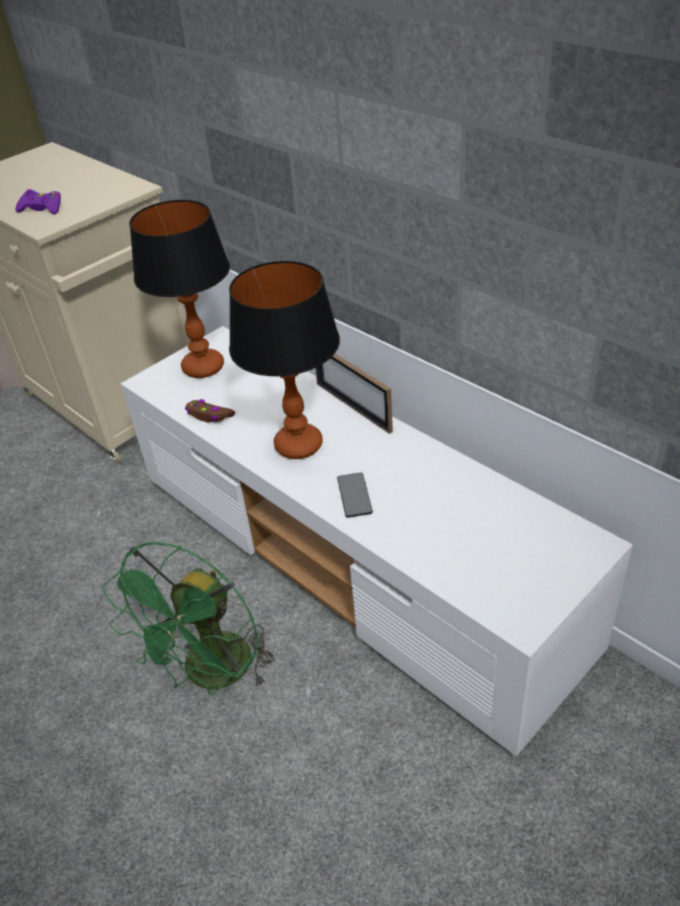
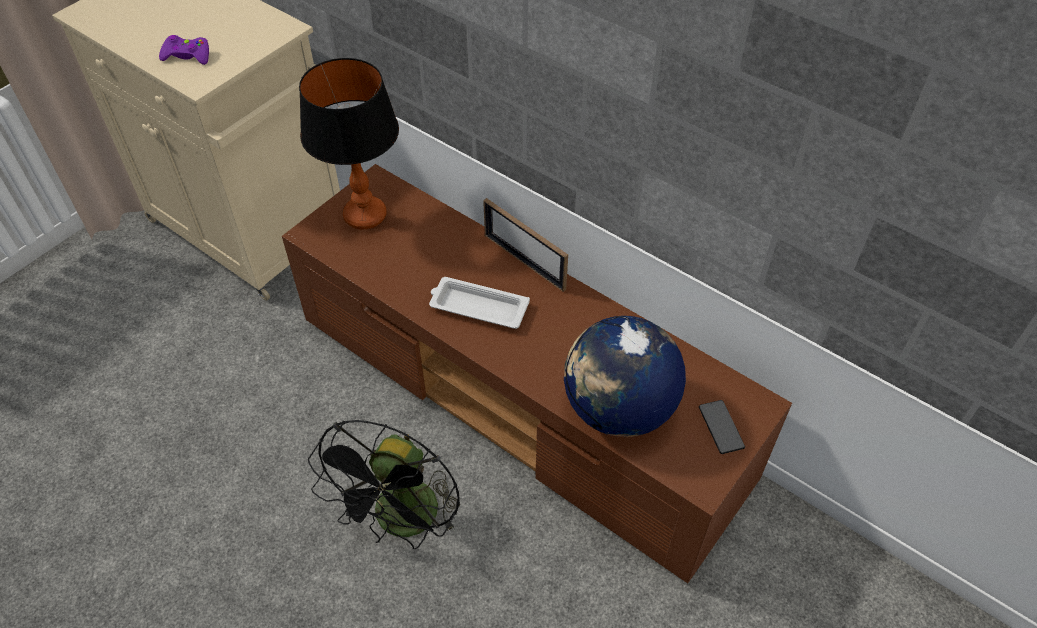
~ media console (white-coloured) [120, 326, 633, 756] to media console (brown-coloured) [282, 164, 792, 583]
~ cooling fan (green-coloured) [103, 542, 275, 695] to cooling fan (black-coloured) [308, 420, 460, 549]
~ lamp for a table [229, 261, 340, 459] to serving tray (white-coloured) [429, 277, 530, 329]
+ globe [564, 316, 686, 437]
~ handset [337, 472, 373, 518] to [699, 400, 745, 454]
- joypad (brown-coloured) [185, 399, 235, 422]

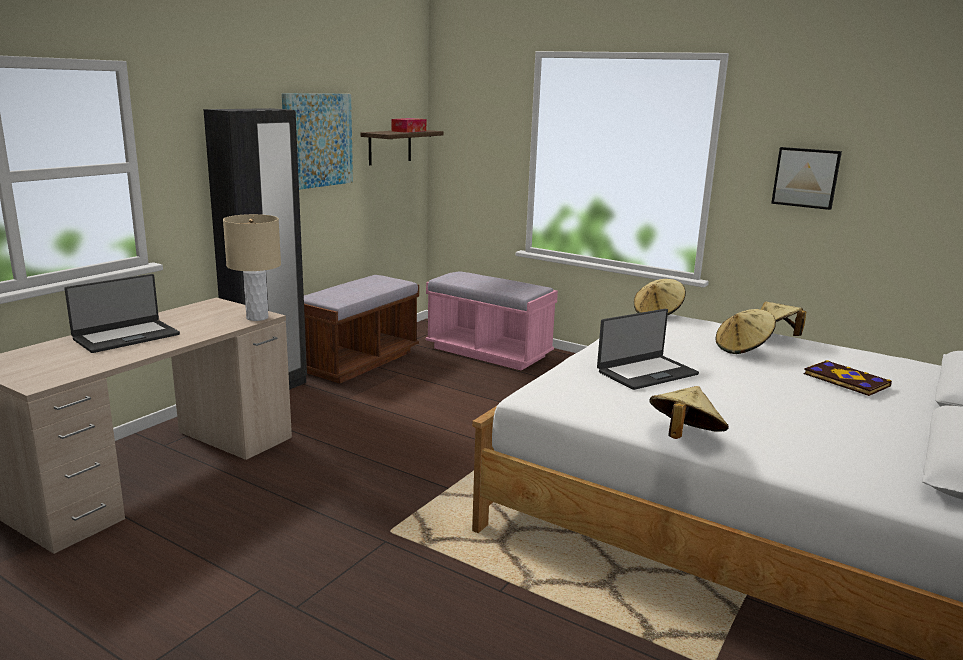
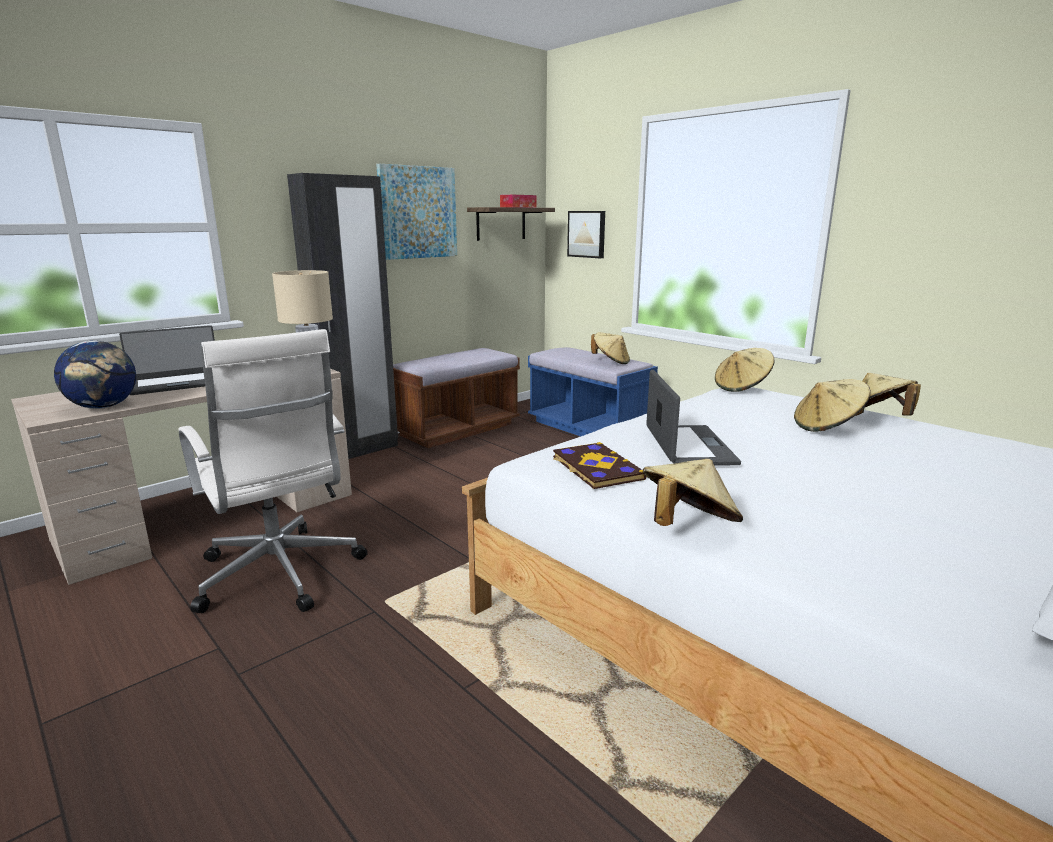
+ globe [54, 341, 136, 409]
+ desk chair (white-coloured) [178, 329, 368, 613]
~ long seat (pink-coloured) [426, 271, 558, 371] to long seat (blue) [528, 347, 658, 436]
~ bound book [804, 360, 892, 396] to [553, 442, 647, 489]
~ picture [771, 147, 842, 210] to [567, 211, 605, 258]
+ wearable hat (beige-coloured) [591, 332, 630, 364]
~ notebook computer [597, 309, 699, 390] = [646, 370, 741, 466] 75 degrees counterclockwise

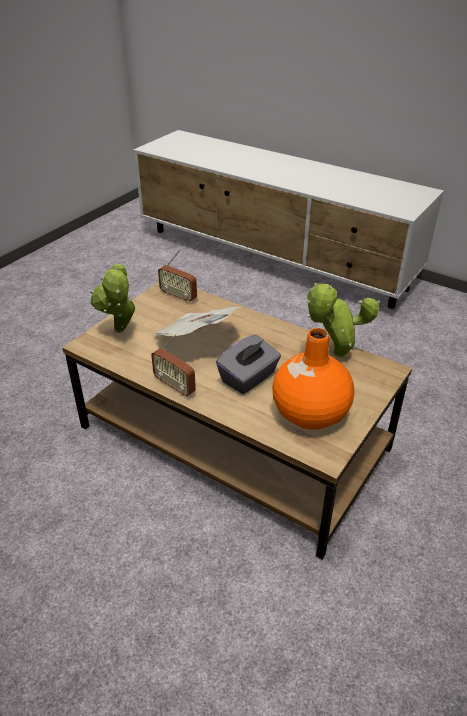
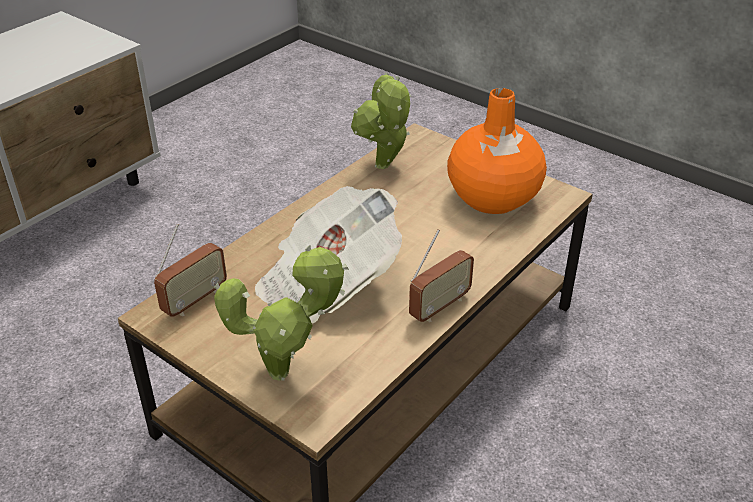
- box of tissues (gray) [216, 335, 281, 394]

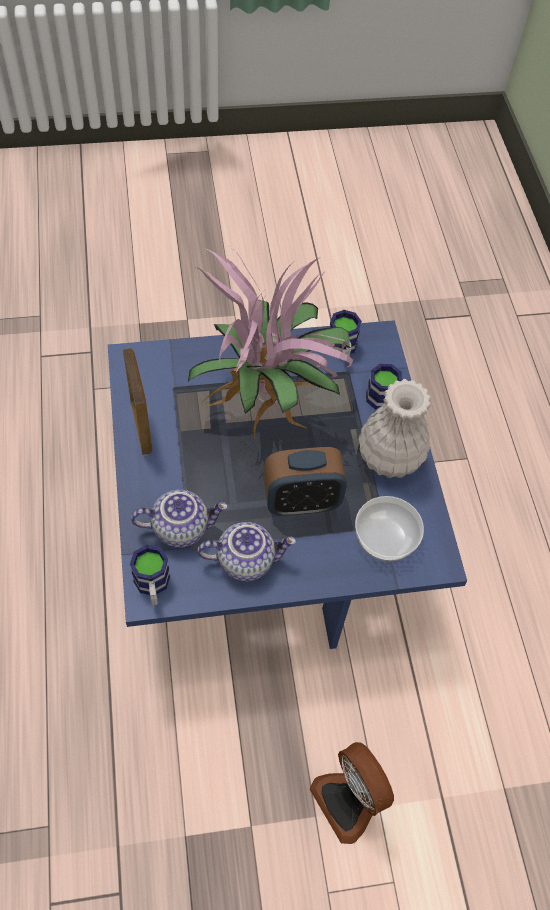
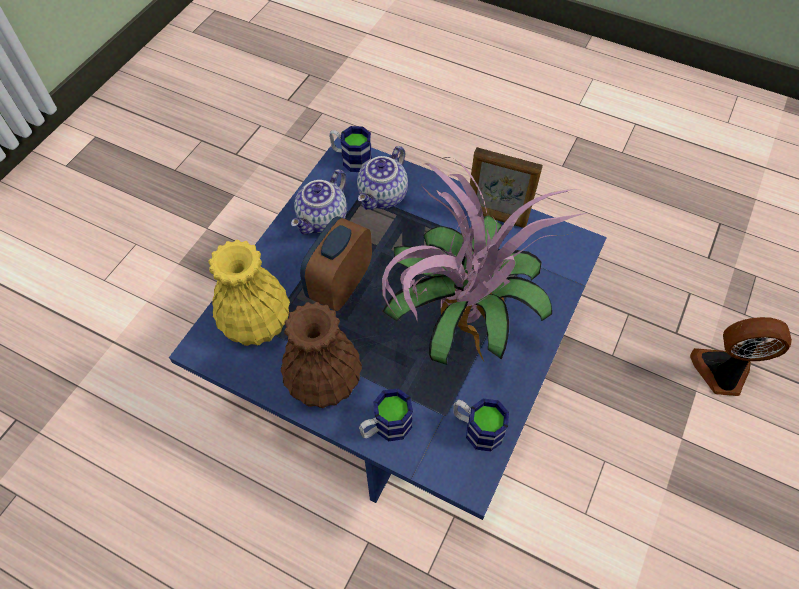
~ bowl [355, 496, 424, 561] to vase (yellow) [208, 240, 290, 346]
~ vase (white-coloured) [358, 379, 431, 478] to vase (brown-coloured) [281, 302, 362, 408]
~ cooling fan [310, 742, 394, 844] to [690, 317, 792, 396]

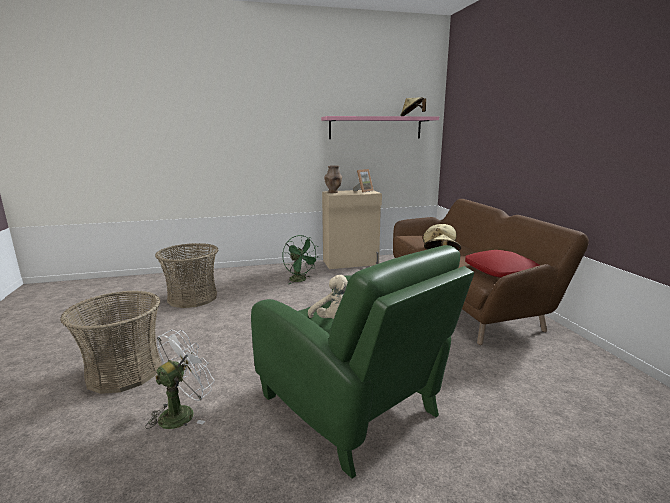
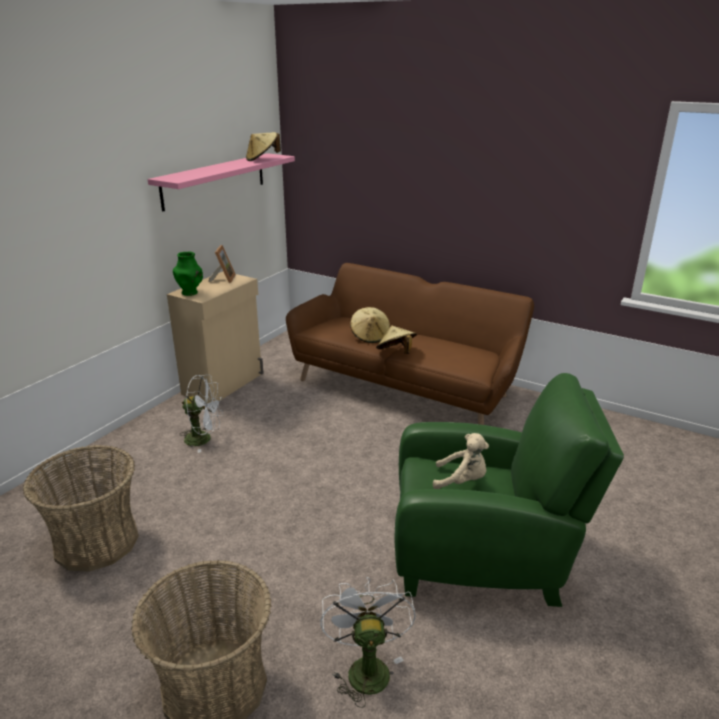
~ vase (brown-coloured) [324, 165, 342, 193] to vase (green-coloured) [173, 252, 203, 296]
~ cooling fan (green-coloured) [283, 235, 319, 284] to cooling fan (white-coloured) [180, 375, 223, 453]
- cushion (red-coloured) [465, 250, 540, 278]

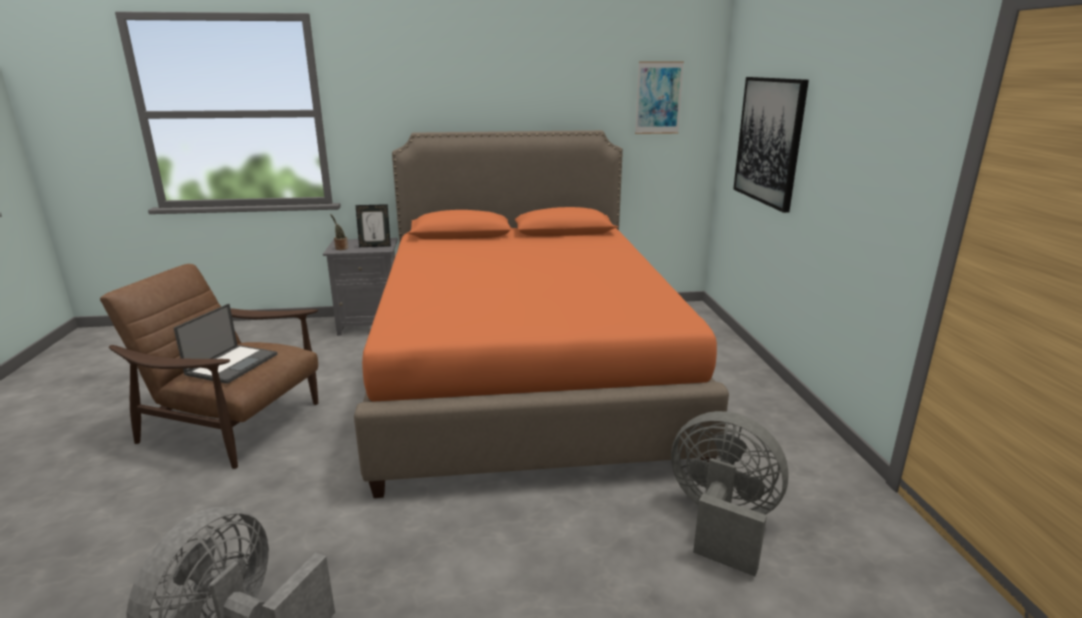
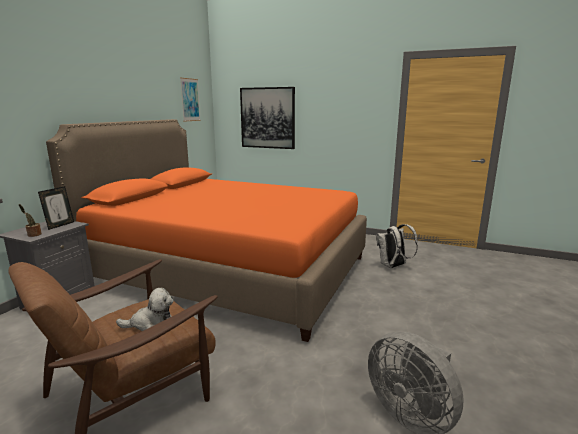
~ notebook computer [174, 304, 277, 384] to soft toy [116, 288, 174, 331]
~ cooling fan (gray) [671, 411, 789, 576] to backpack (white-coloured) [376, 224, 418, 268]

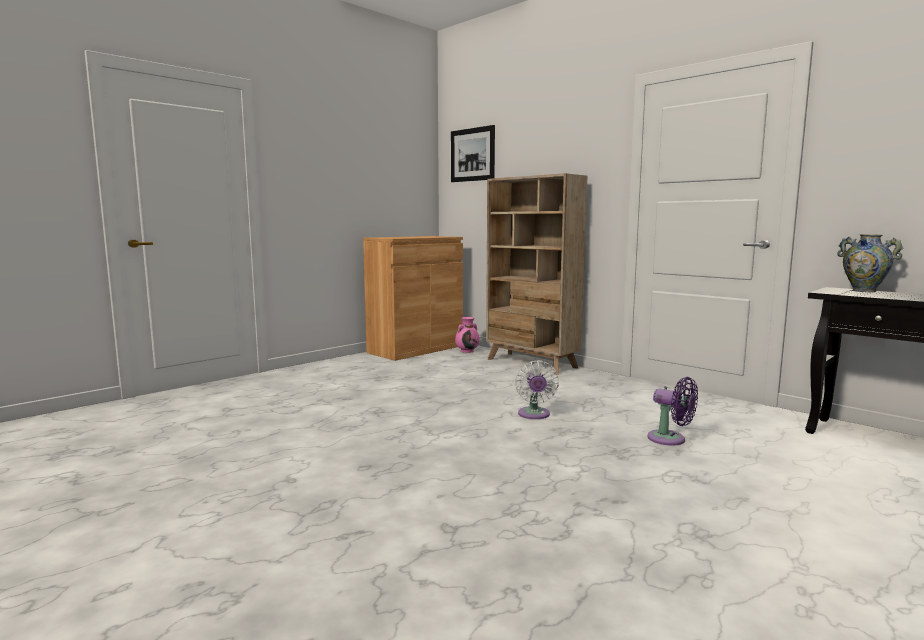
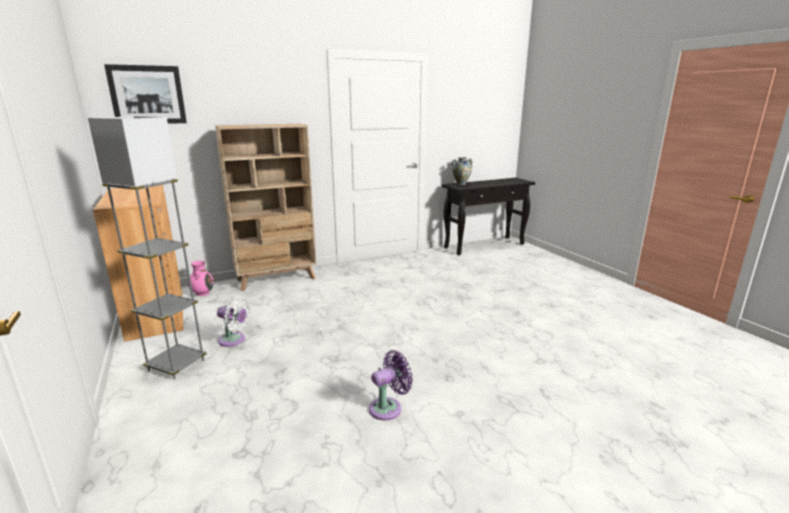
+ floor lamp (gray) [88, 116, 207, 380]
~ cooling fan (white-coloured) [515, 360, 559, 419] to [217, 297, 251, 347]
~ cooling fan (purplish) [647, 377, 698, 446] to [369, 350, 413, 420]

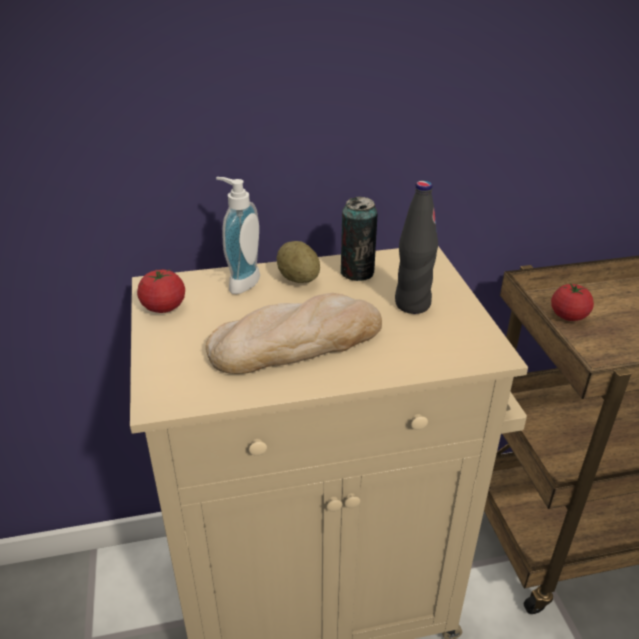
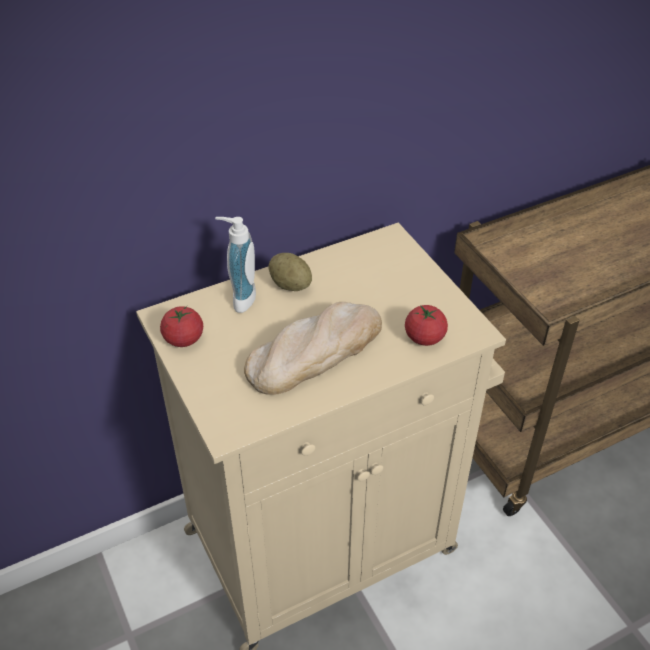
~ whole tomato [551, 282, 594, 321] to [405, 305, 448, 346]
- sealed can [341, 196, 378, 281]
- beverage bottle (black-coloured) [395, 181, 438, 314]

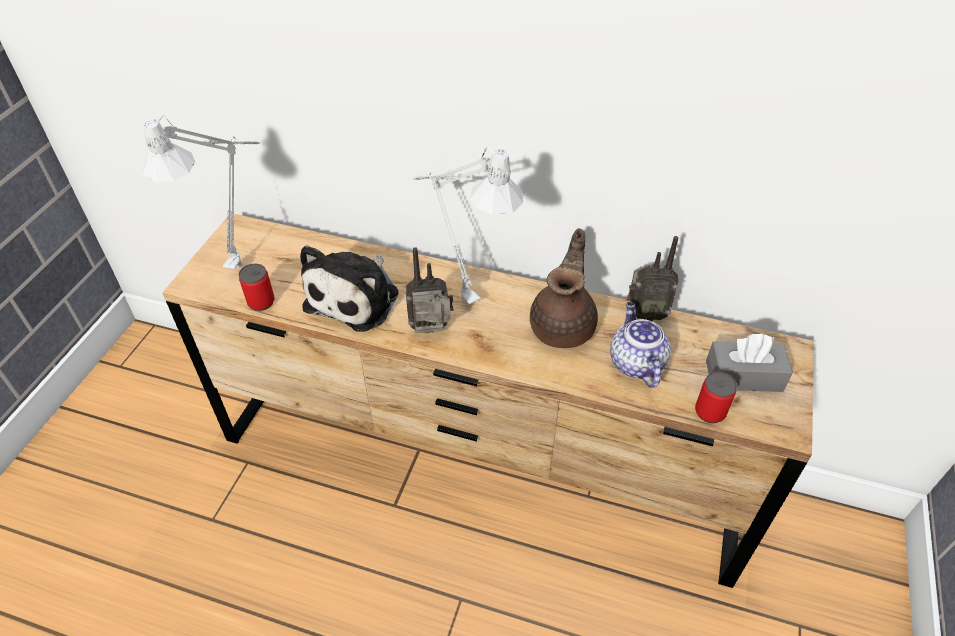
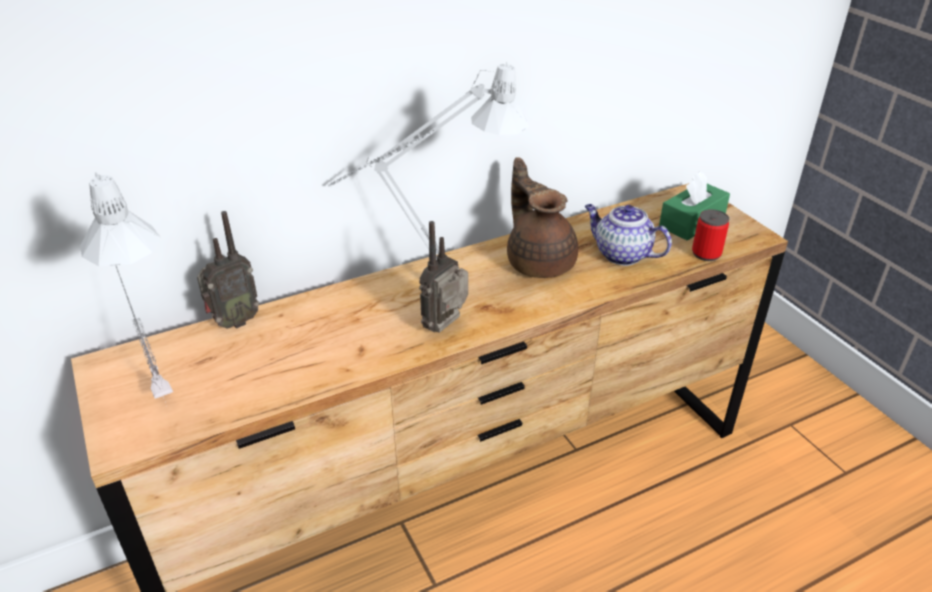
~ radio [627, 236, 678, 321] to [197, 211, 260, 329]
~ box of tissues (gray) [706, 334, 793, 392] to box of tissues (green-coloured) [659, 171, 730, 241]
- sealed can [239, 264, 274, 311]
- soft toy [300, 245, 399, 332]

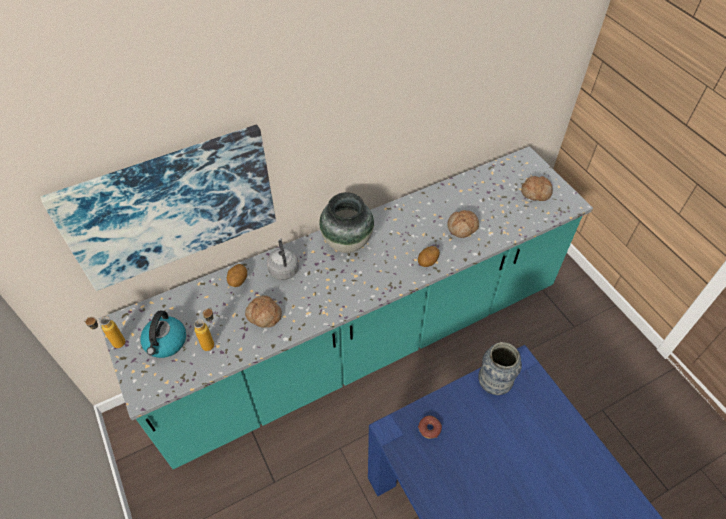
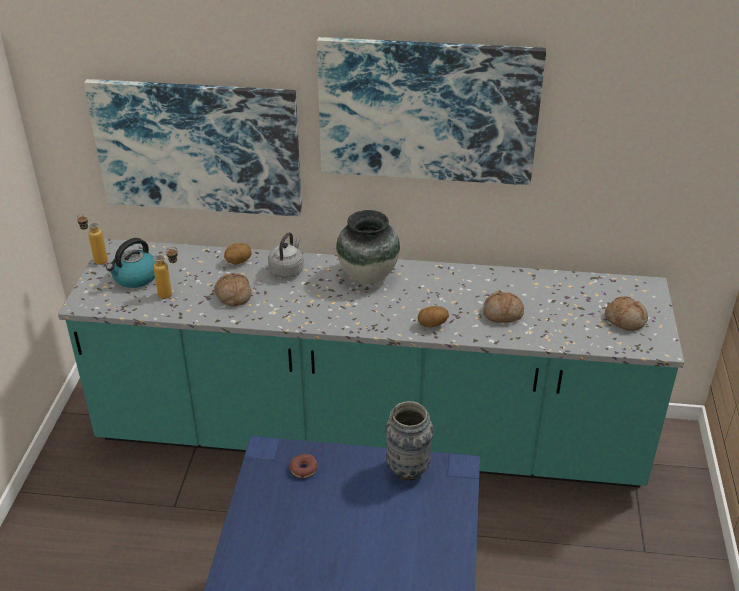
+ picture [317, 37, 546, 185]

